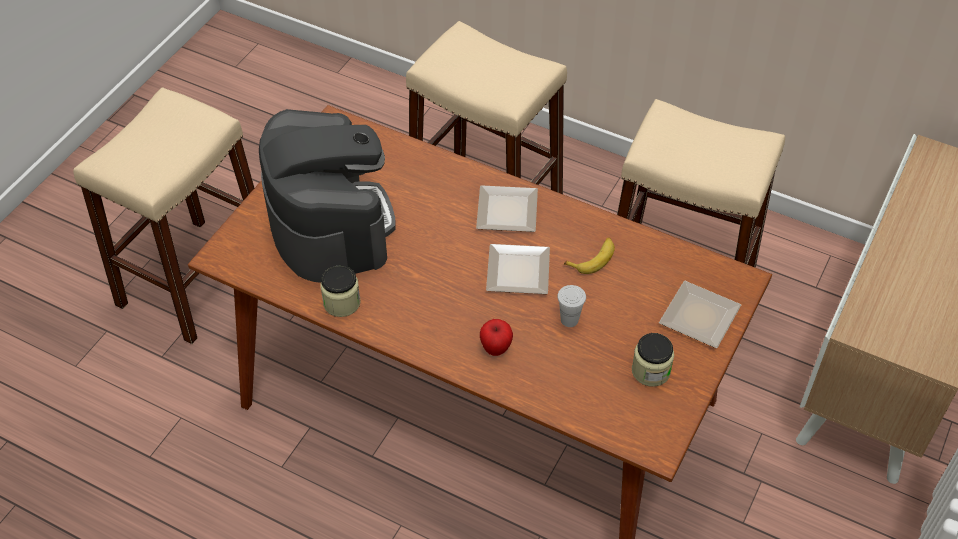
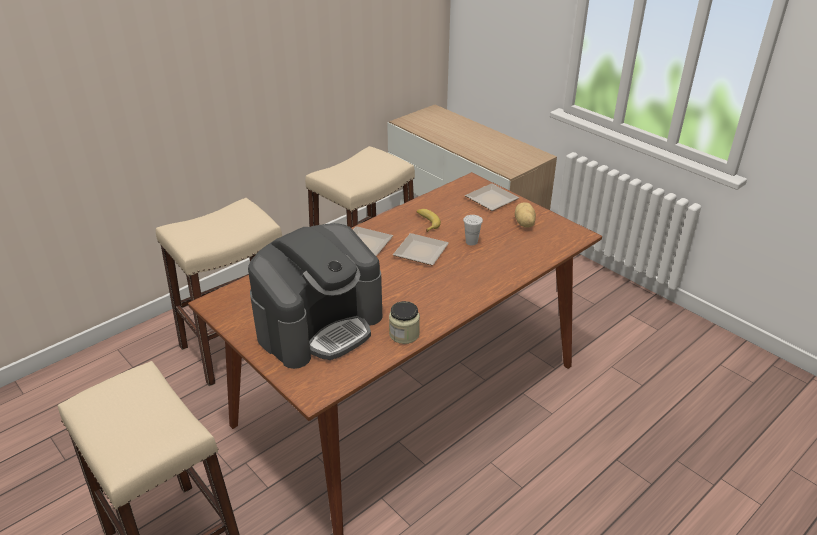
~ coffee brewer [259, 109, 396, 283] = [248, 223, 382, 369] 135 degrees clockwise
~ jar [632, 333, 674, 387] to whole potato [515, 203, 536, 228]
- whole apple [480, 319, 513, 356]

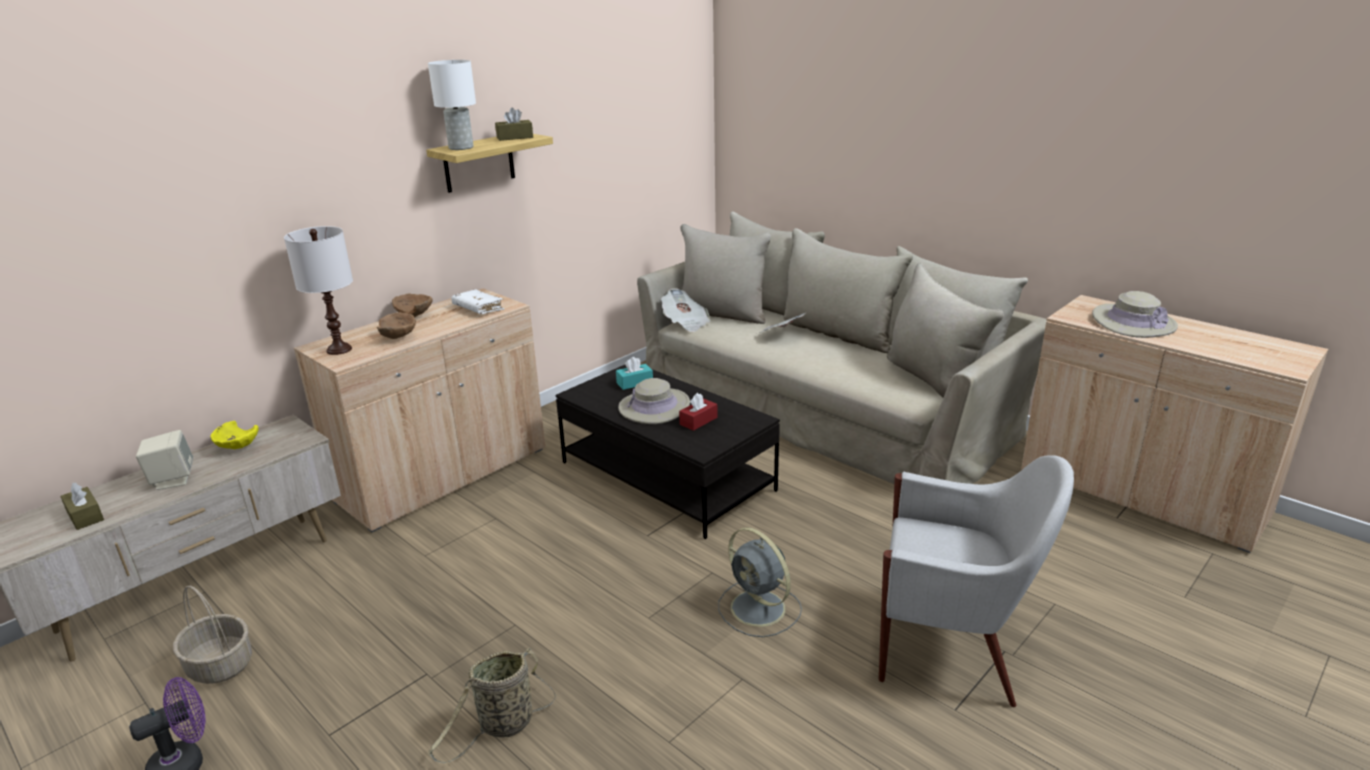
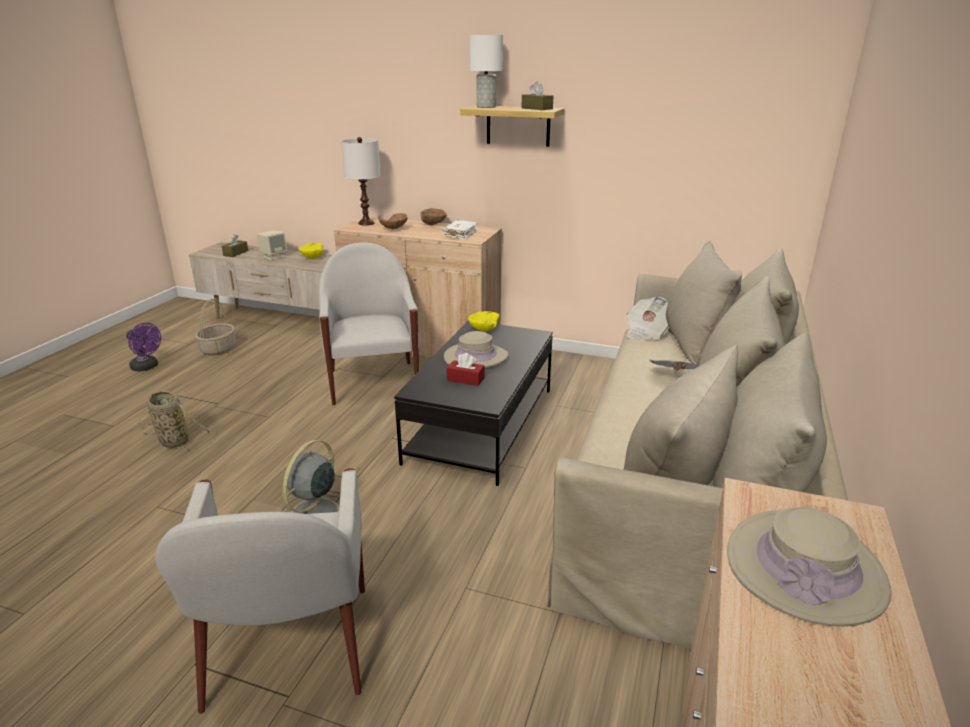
+ lounge chair (white-coloured) [319, 243, 419, 406]
+ bowl (yellow) [468, 311, 499, 331]
- box of tissues (turquoise) [616, 357, 653, 390]

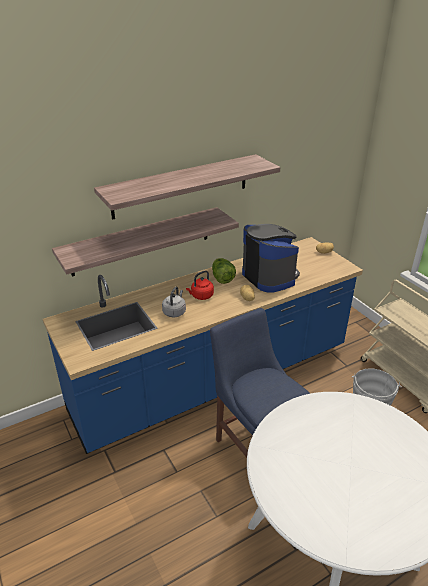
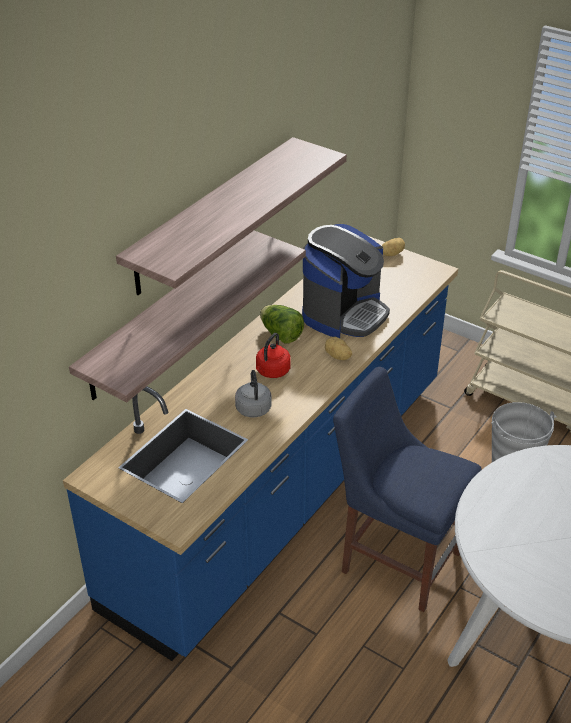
~ coffee brewer [242, 224, 300, 293] = [302, 224, 390, 338] 90 degrees clockwise

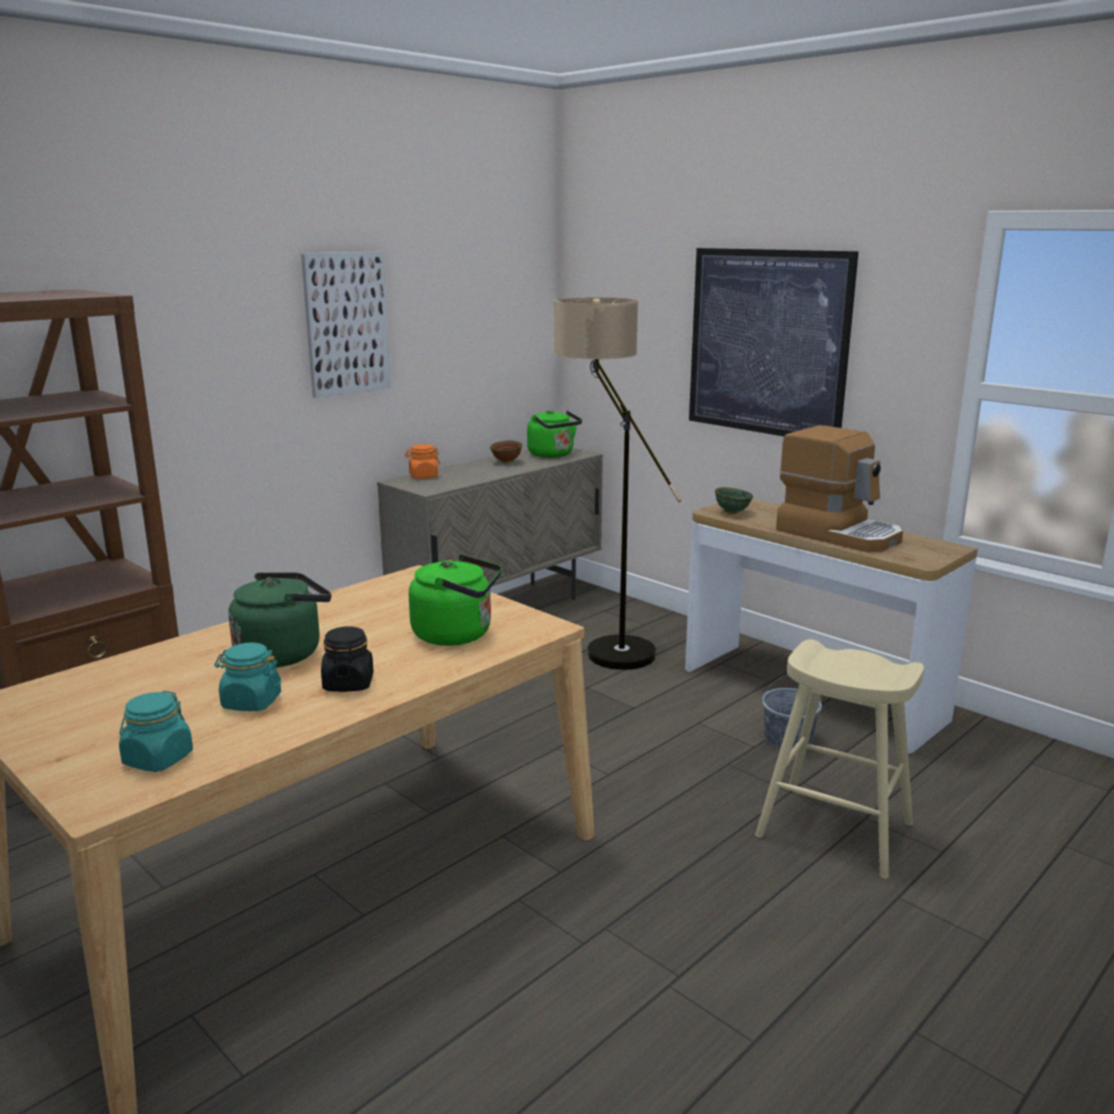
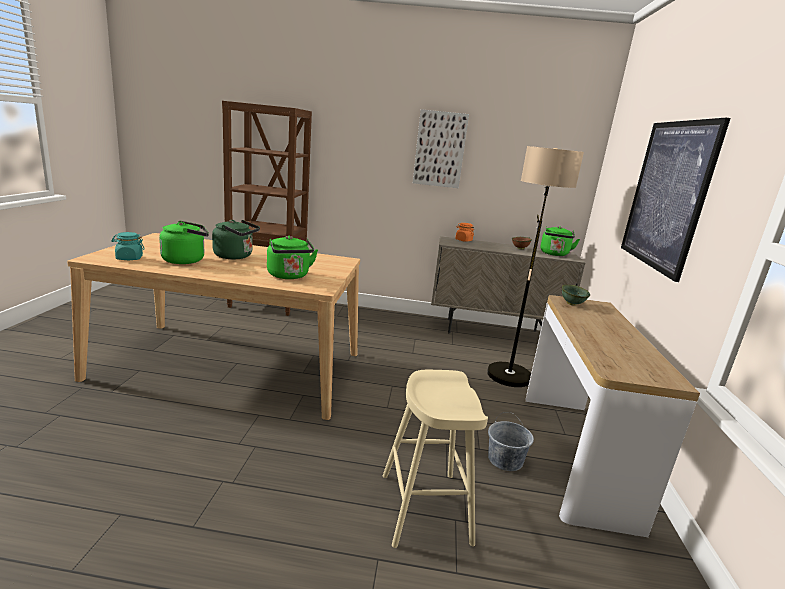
~ jar (turquoise) [214, 643, 281, 711] to tea kettle (green-coloured) [159, 221, 209, 264]
- jar (black-coloured) [321, 626, 374, 692]
- coffee brewer [776, 425, 903, 552]

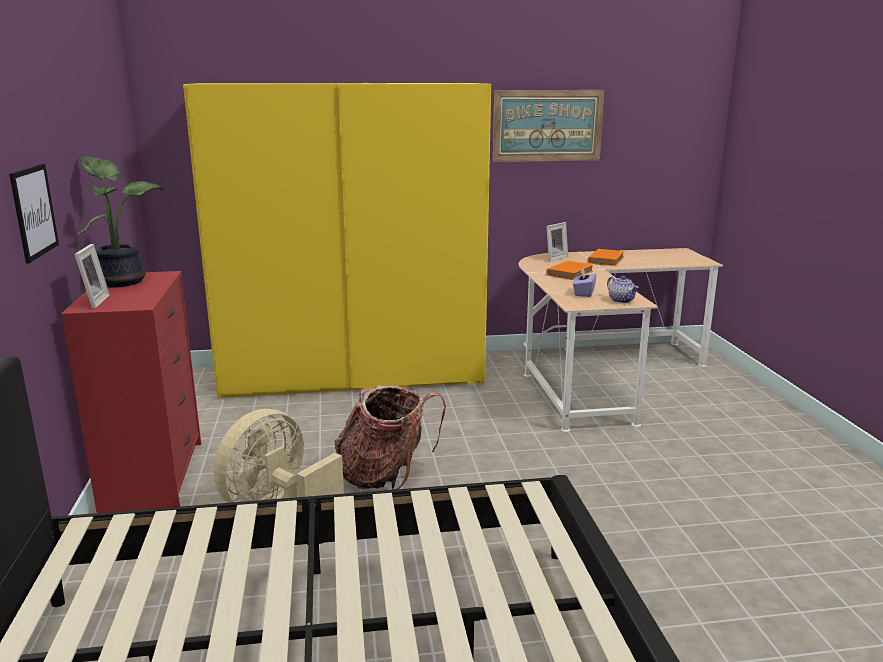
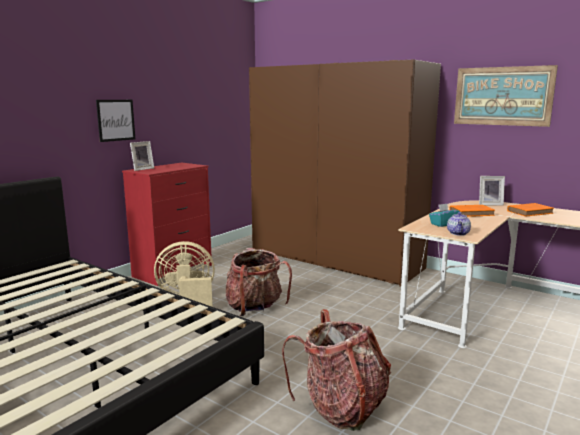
~ clothes cupboard (yellow) [183, 83, 491, 399] to clothes cupboard (brown-coloured) [249, 59, 441, 287]
+ backpack [282, 309, 391, 431]
~ box of tissues (purplish) [573, 267, 597, 297] to box of tissues (turquoise) [429, 204, 460, 227]
- houseplant [78, 156, 165, 287]

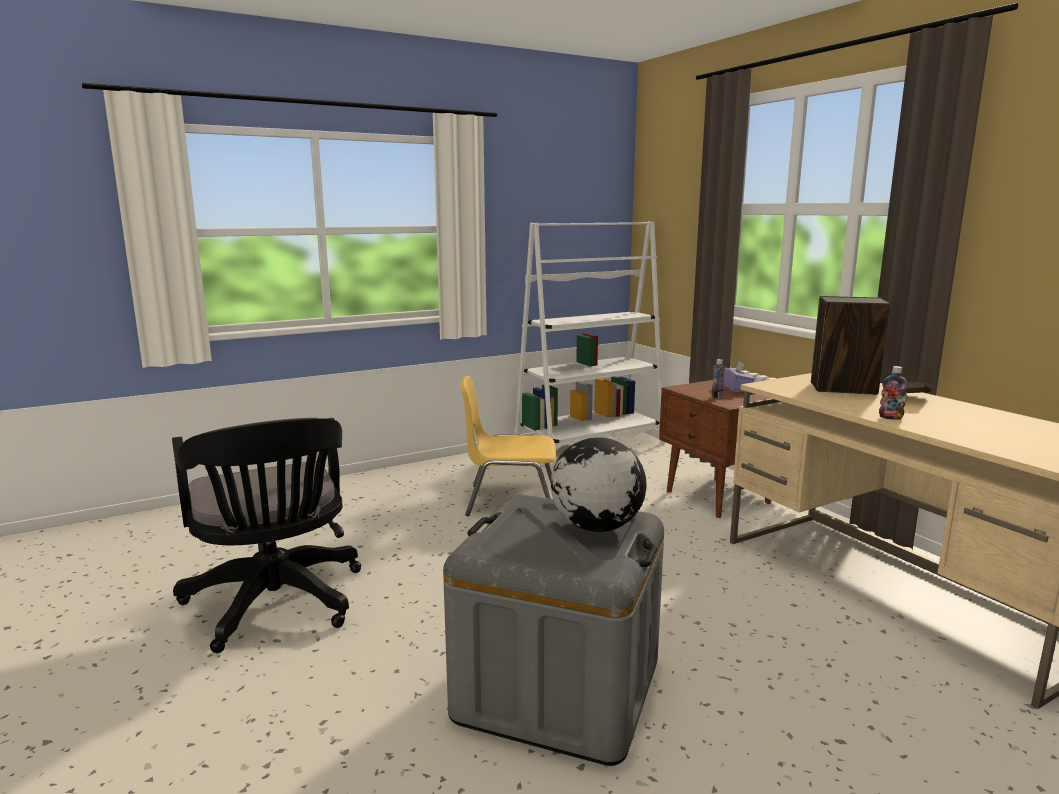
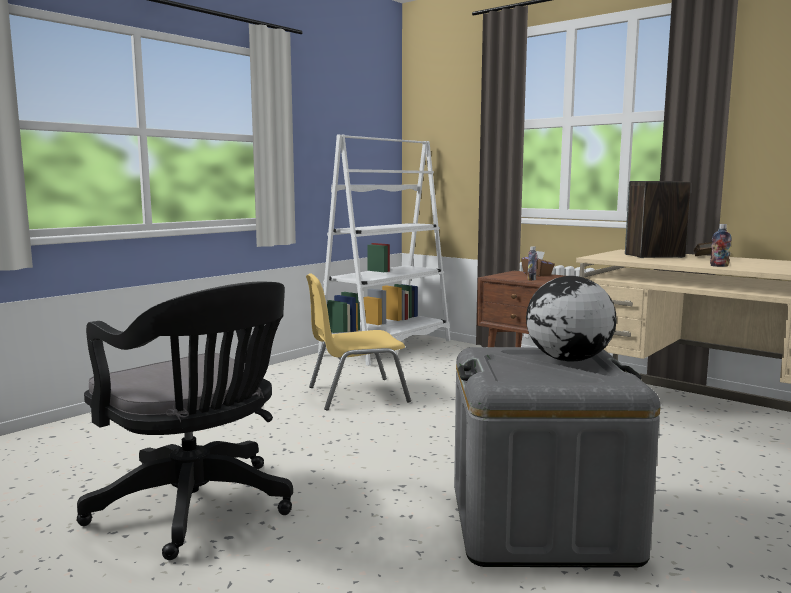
~ box of tissues (purplish) [723, 362, 755, 392] to box of tissues (brown-coloured) [521, 251, 555, 276]

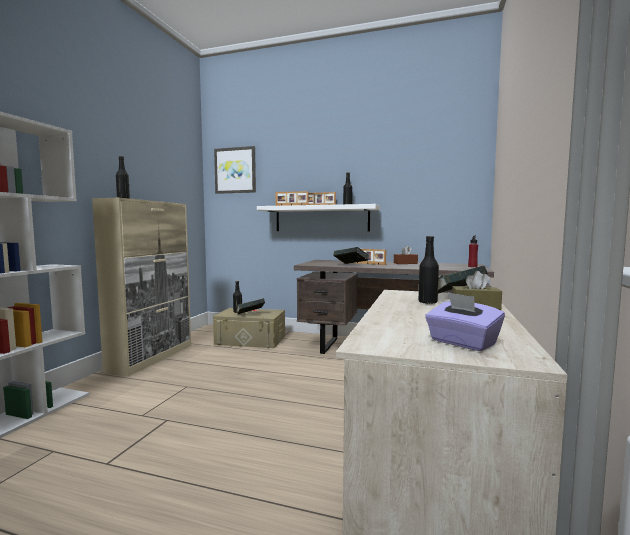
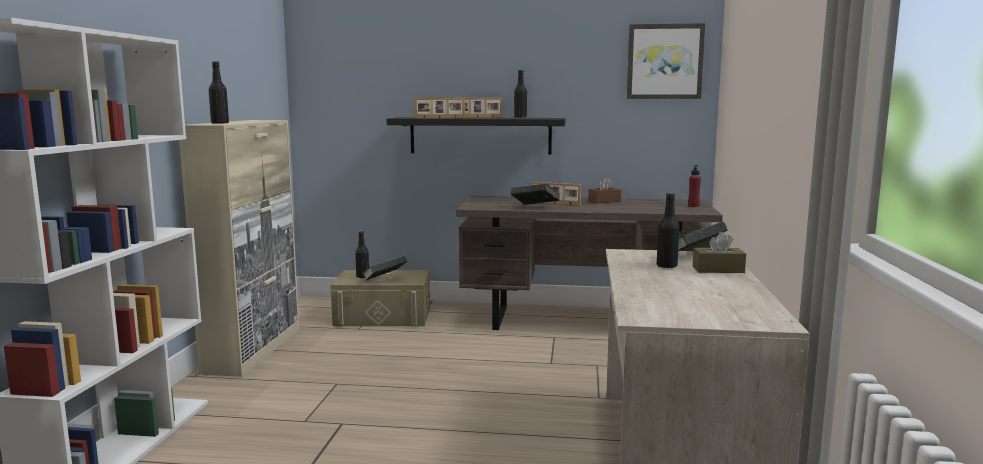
~ bracket shelf (white-coloured) [257, 204, 380, 231] to bracket shelf (black-coloured) [386, 117, 566, 155]
~ picture [214, 146, 256, 194] to [627, 23, 705, 99]
- box of tissues (purplish) [425, 292, 505, 351]

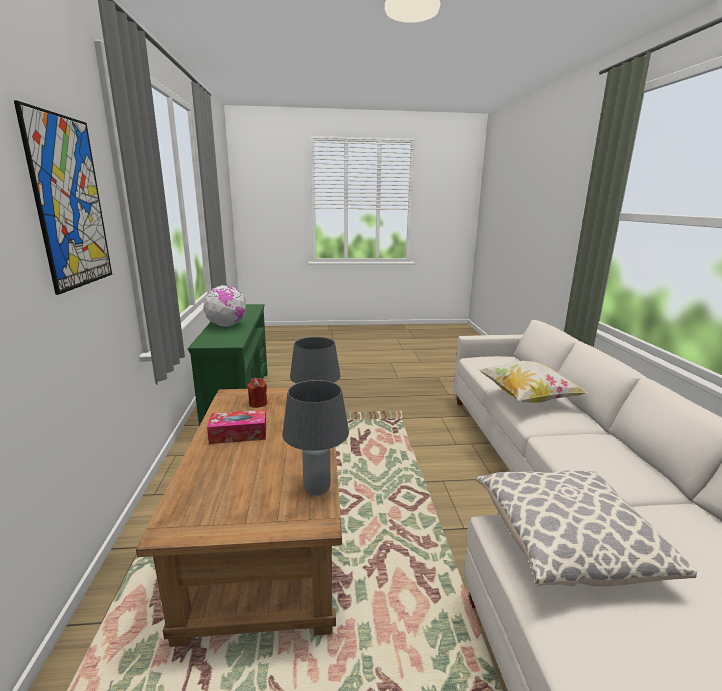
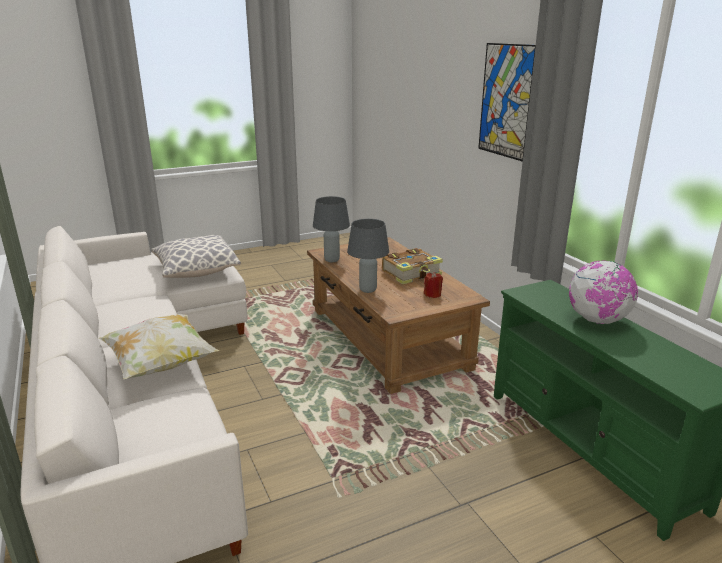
~ box of tissues [207, 410, 266, 444] to bound book [382, 248, 443, 285]

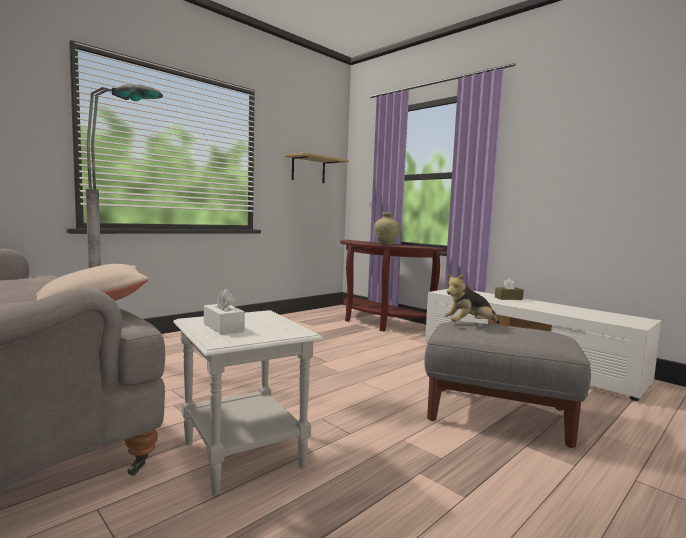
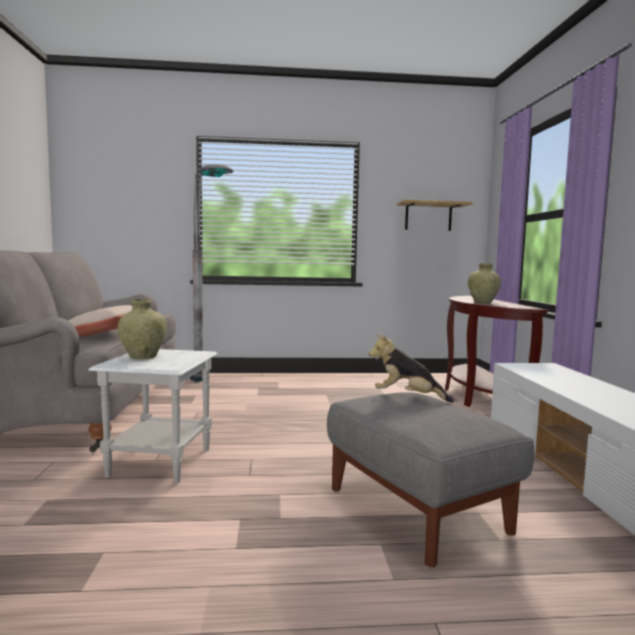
~ box of tissues (white-coloured) [204, 289, 245, 335] to vase (beige-coloured) [117, 299, 167, 359]
- box of tissues (brown-coloured) [495, 278, 524, 300]

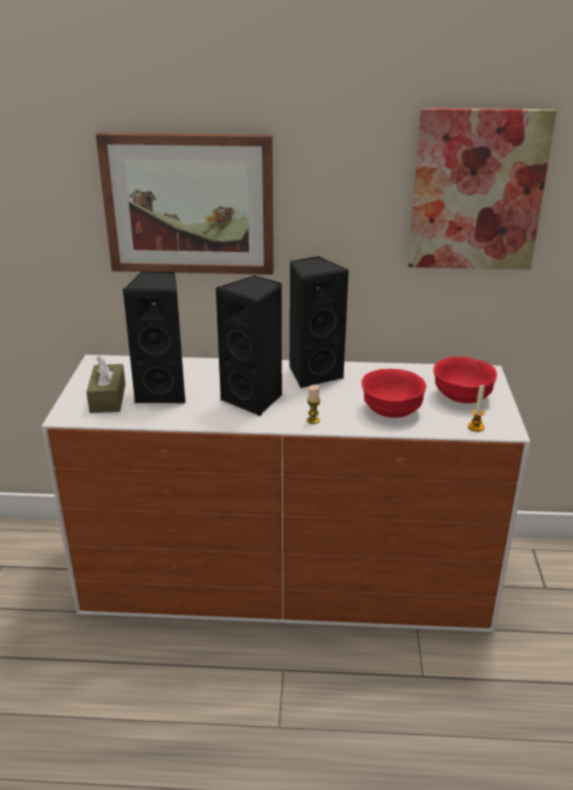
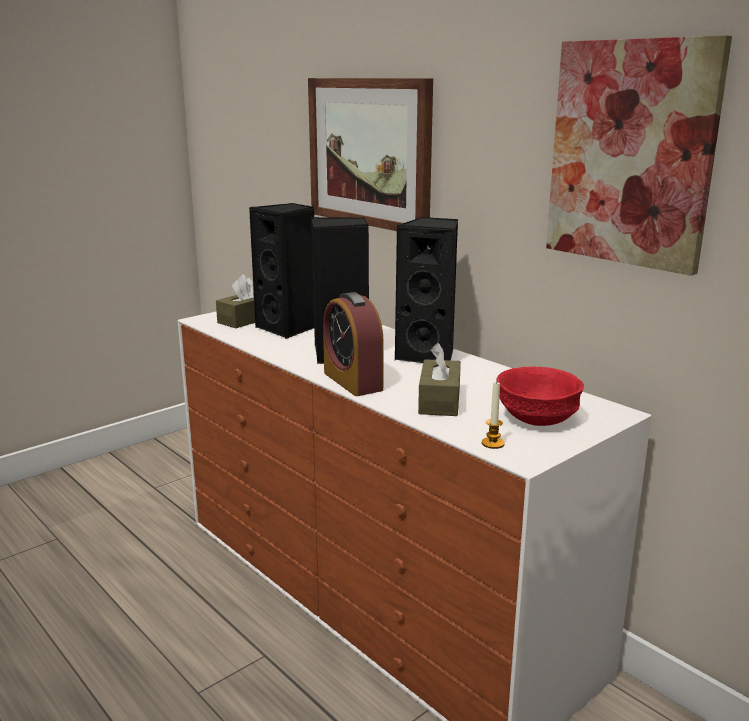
~ wax light [307, 385, 321, 424] to alarm clock [323, 292, 384, 396]
~ bowl (red-coloured) [361, 369, 426, 418] to box of tissues (brown-coloured) [418, 343, 461, 416]

